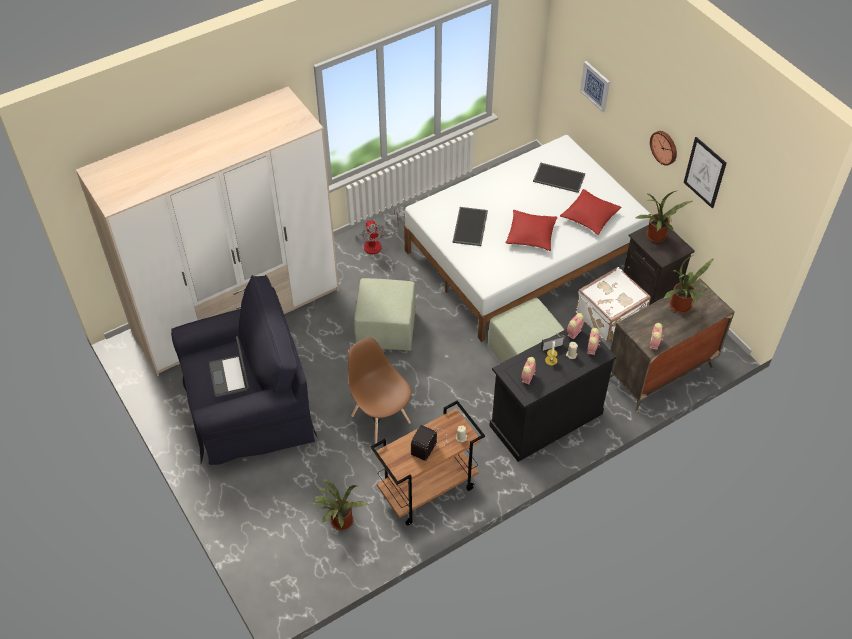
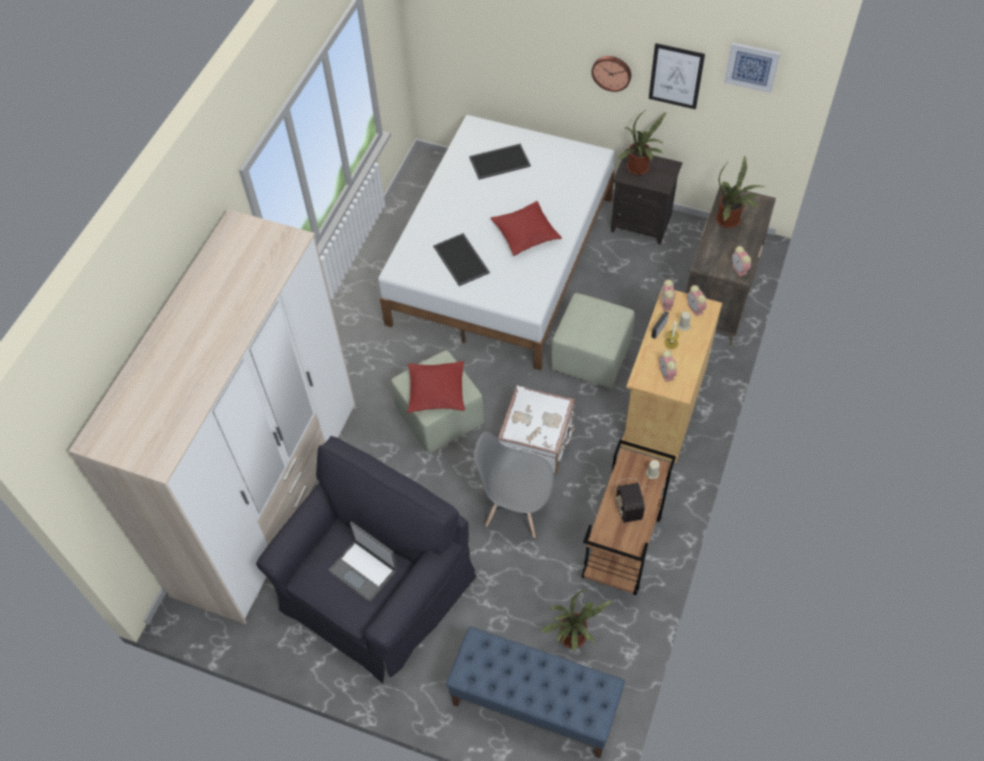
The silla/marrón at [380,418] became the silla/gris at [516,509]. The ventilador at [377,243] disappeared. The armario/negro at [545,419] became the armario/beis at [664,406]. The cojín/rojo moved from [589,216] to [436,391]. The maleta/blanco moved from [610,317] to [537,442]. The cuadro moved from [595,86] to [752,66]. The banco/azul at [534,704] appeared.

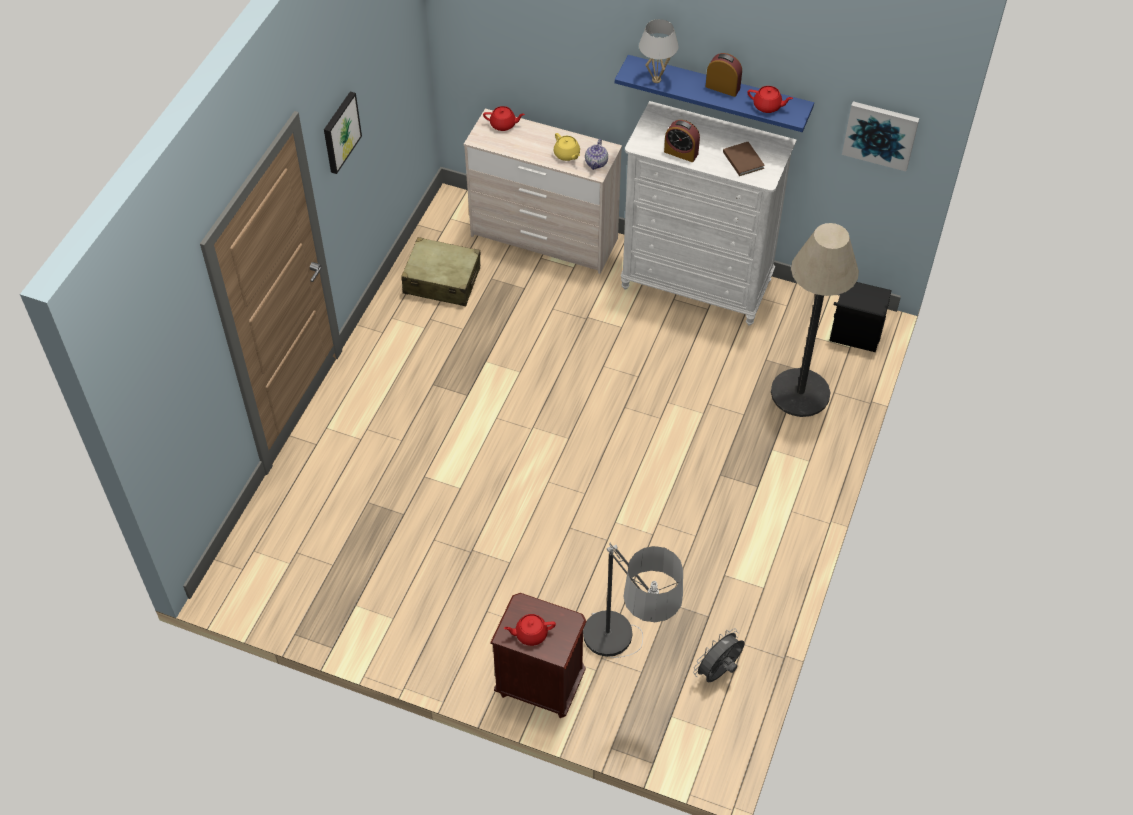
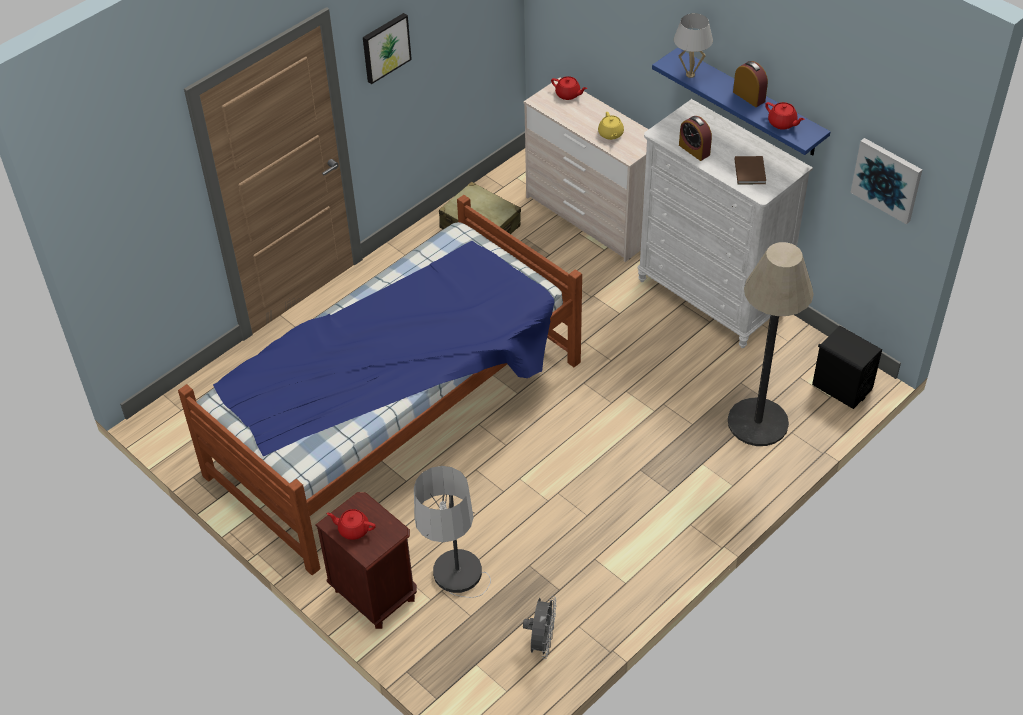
The tetera at [596,163] disappeared. The ventilador/gris at [718,672] turned 120 degrees clockwise. The cama at [398,419] appeared.

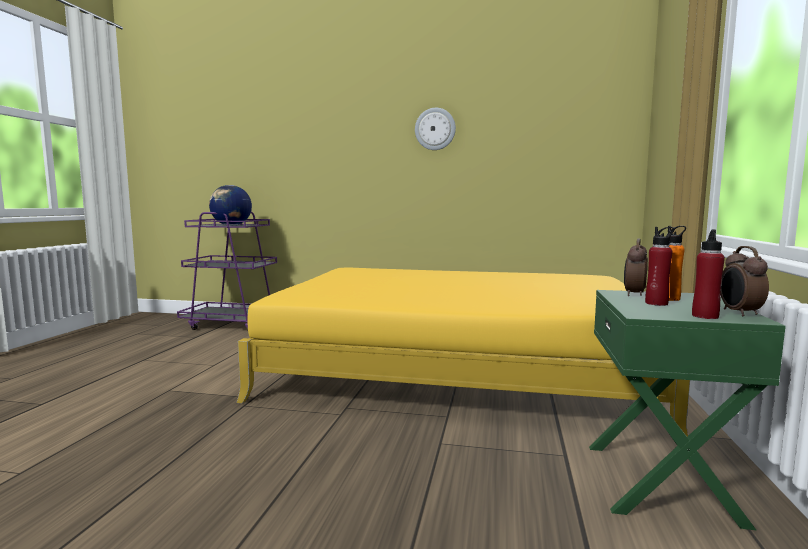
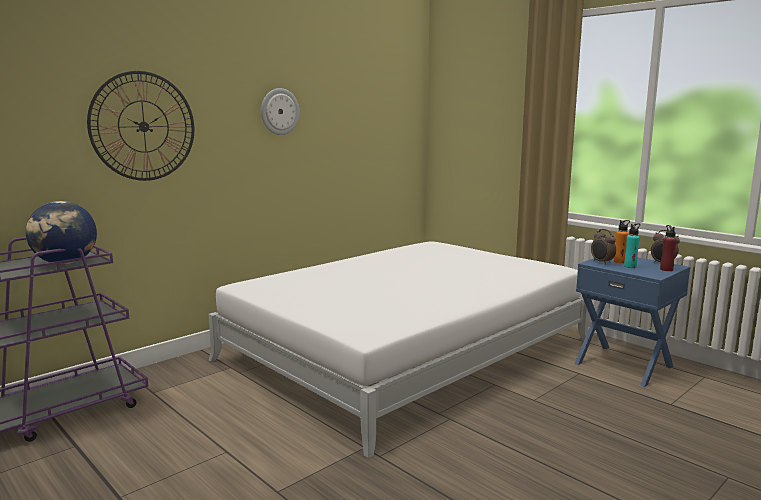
The cama/amarillo at [457,367] became the cama/blanco at [406,351]. The mesita de noche/verde at [663,482] became the mesita de noche/azul at [624,364]. The botella/rojo at [656,303] became the botella/turquesa at [630,266]. The reloj de pared at [143,126] appeared.

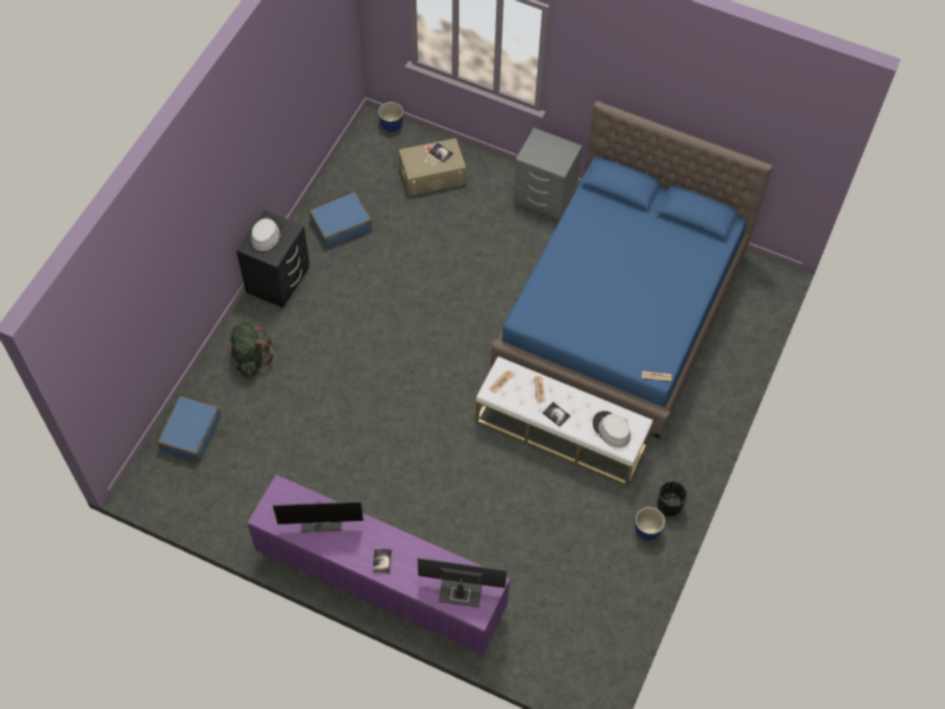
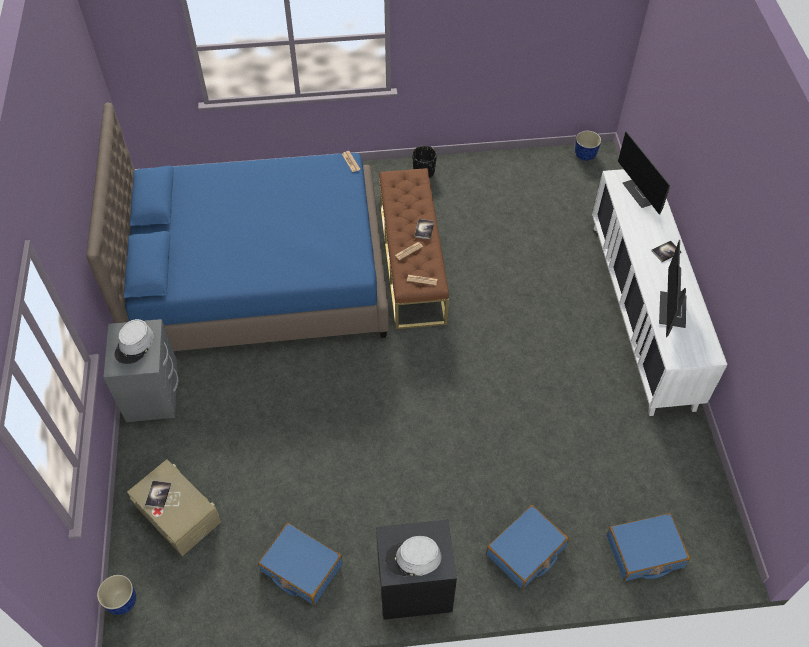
The mochila/verde at [250,359] was replaced by the maleta/azul at [526,551]. The armario/morado at [381,584] became the armario/blanco at [641,313]. The monitor at [322,519] turned 135 degrees counterclockwise. The banco/blanco at [561,432] became the banco/marrón at [411,262]. The sombrero/gris moved from [611,430] to [134,345]. The maceta moved from [647,531] to [585,155].

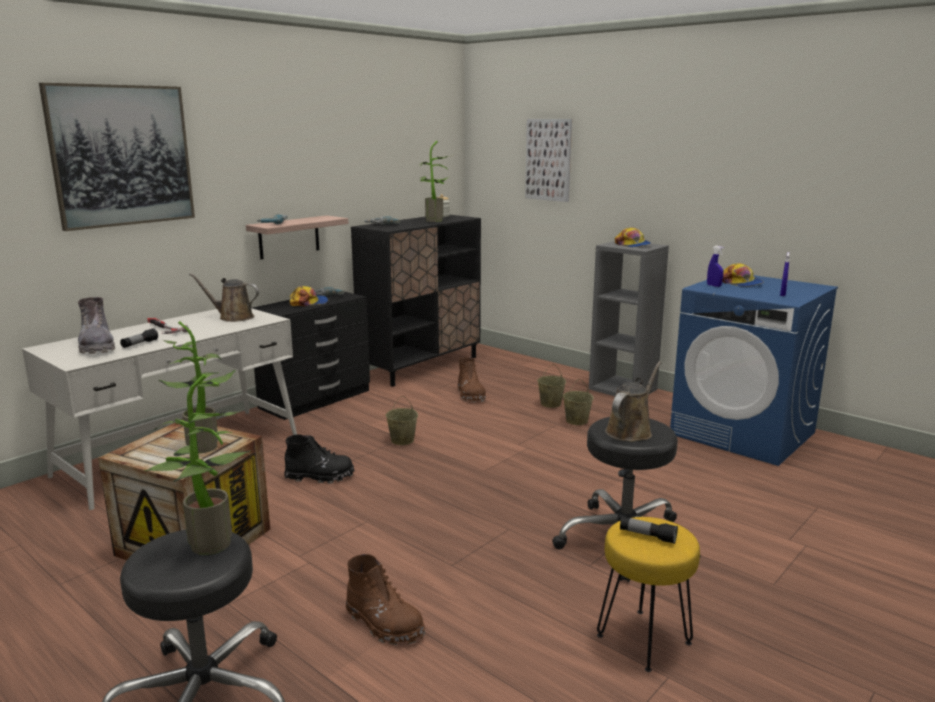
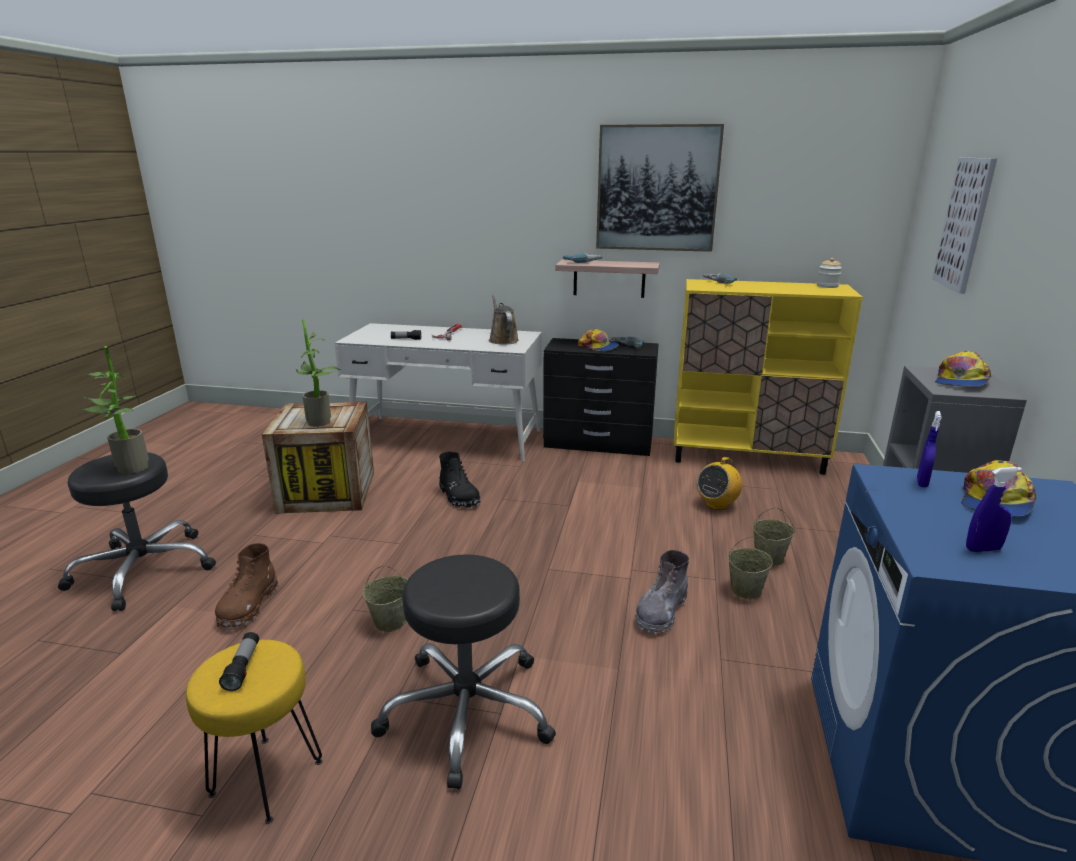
The cuadro moved from [122,156] to [657,189]. The bota/gris moved from [97,347] to [661,612]. The armario/negro at [421,366] became the armario/amarillo at [747,457]. The cubo/beis moved from [402,440] to [391,621]. The planta en maceta at [435,221] disappeared. The bota/marrón at [470,395] was replaced by the radio at [717,504]. The regadera/marrón at [630,431] disappeared.

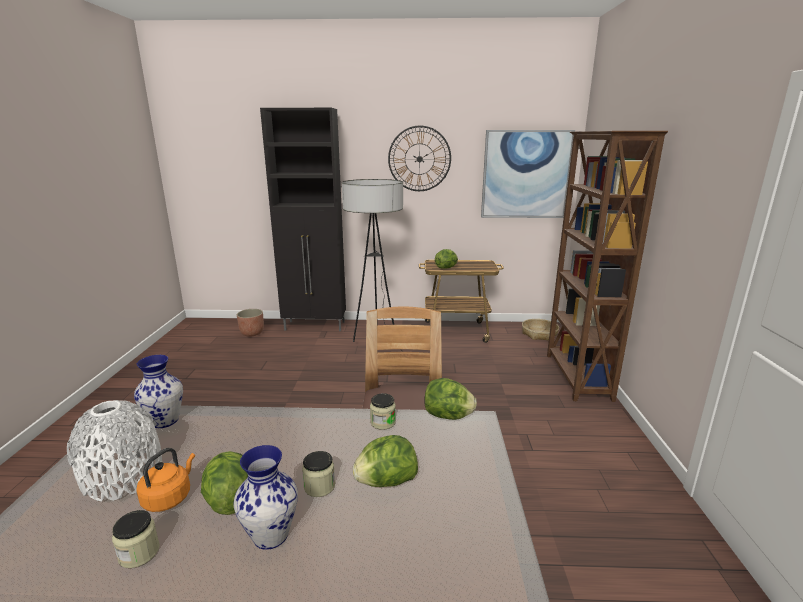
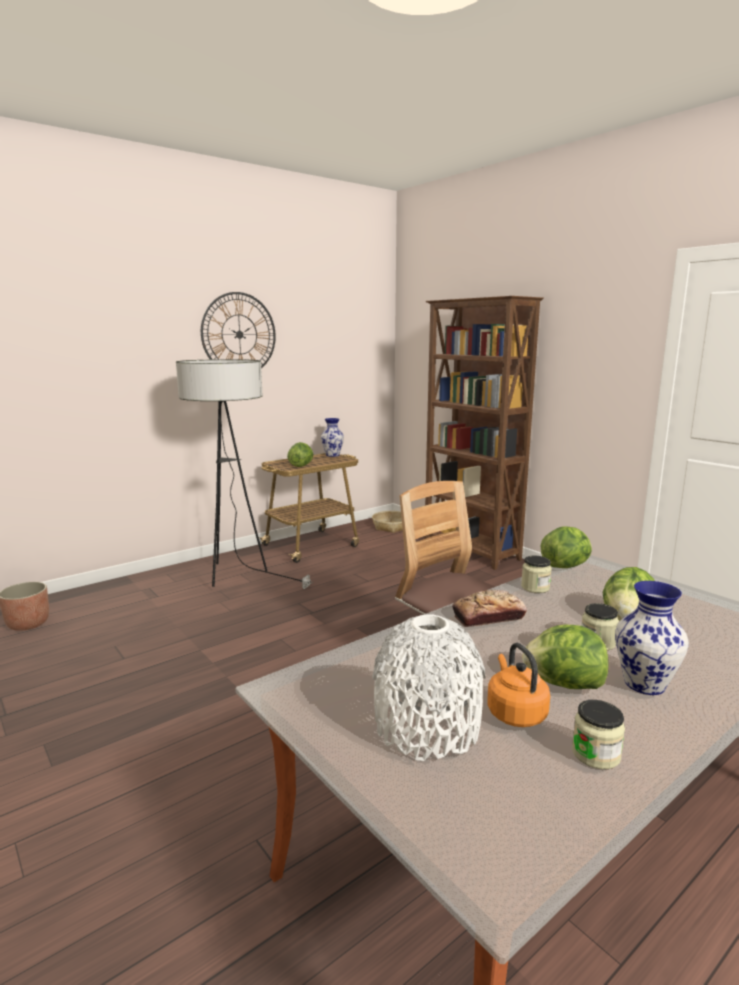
The florero moved from [165,421] to [333,455]. The armario/negro at [315,326] disappeared. The cuadro at [525,174] disappeared. The pan at [488,616] appeared.

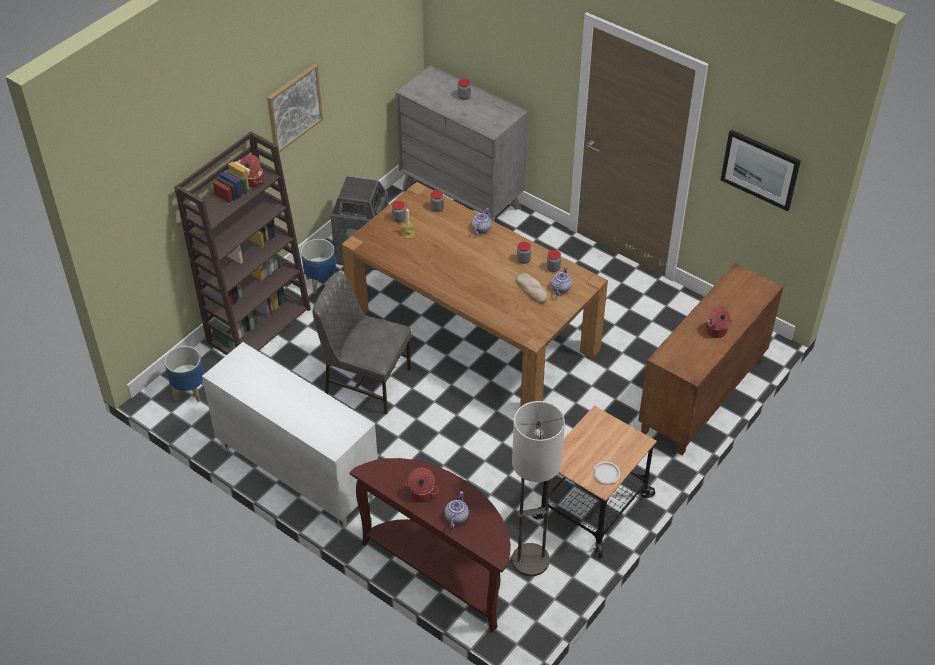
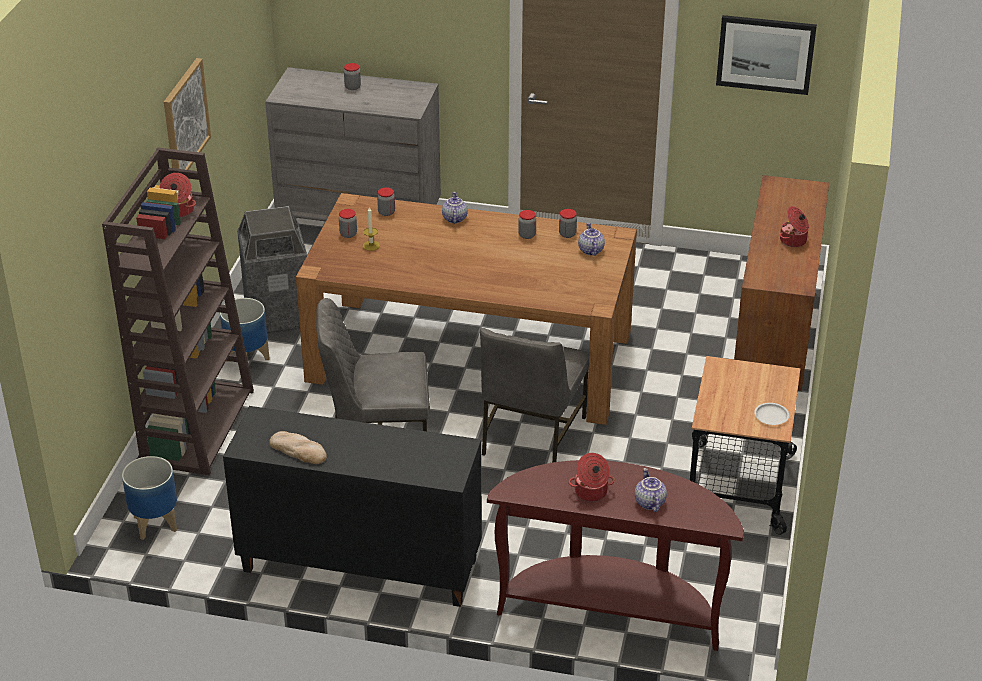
The armario/blanco at [296,472] became the armario/negro at [358,566]. The lámpara de pie at [530,560] disappeared. The pan moved from [532,289] to [298,450]. The silla/gris at [531,436] appeared.

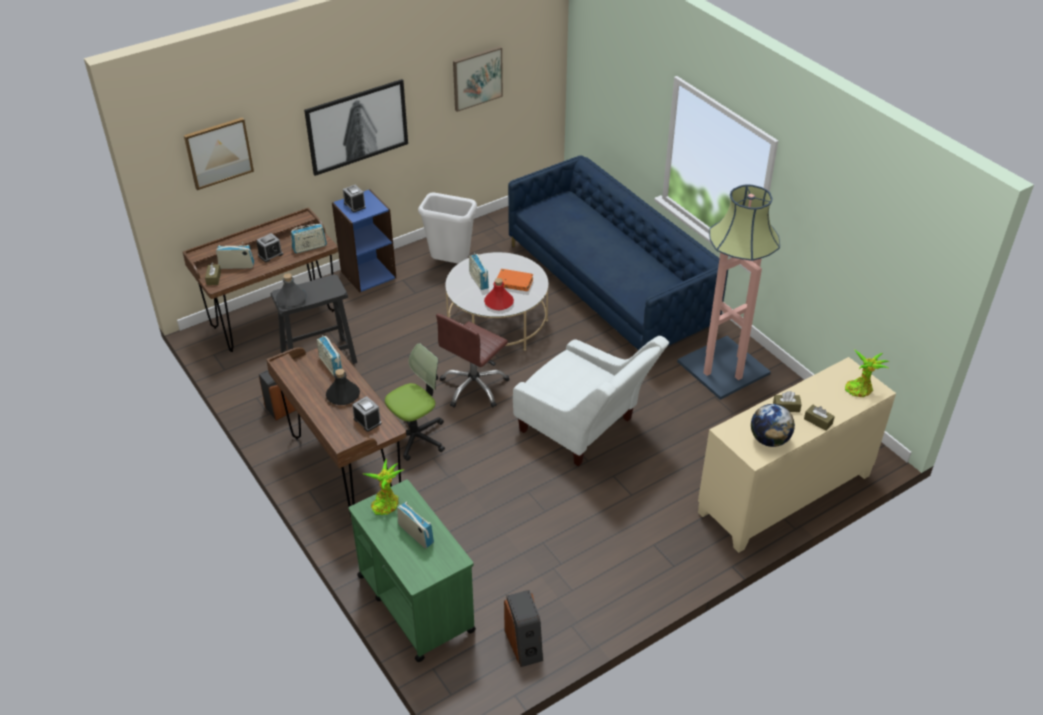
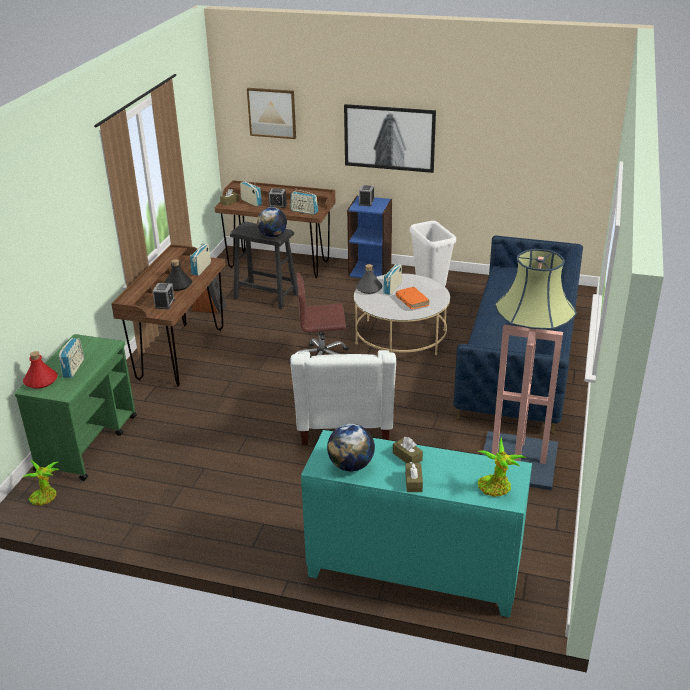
The botella/gris moved from [291,299] to [369,289]. The planta en maceta moved from [385,503] to [45,497]. The silla de oficina at [416,437] disappeared. The cuadro at [477,78] disappeared. The botella/rojo moved from [498,303] to [40,381]. The altavoz at [524,644] disappeared. The armario/beis at [785,494] became the armario/turquesa at [413,572]. The globo terráqueo at [272,236] appeared.

